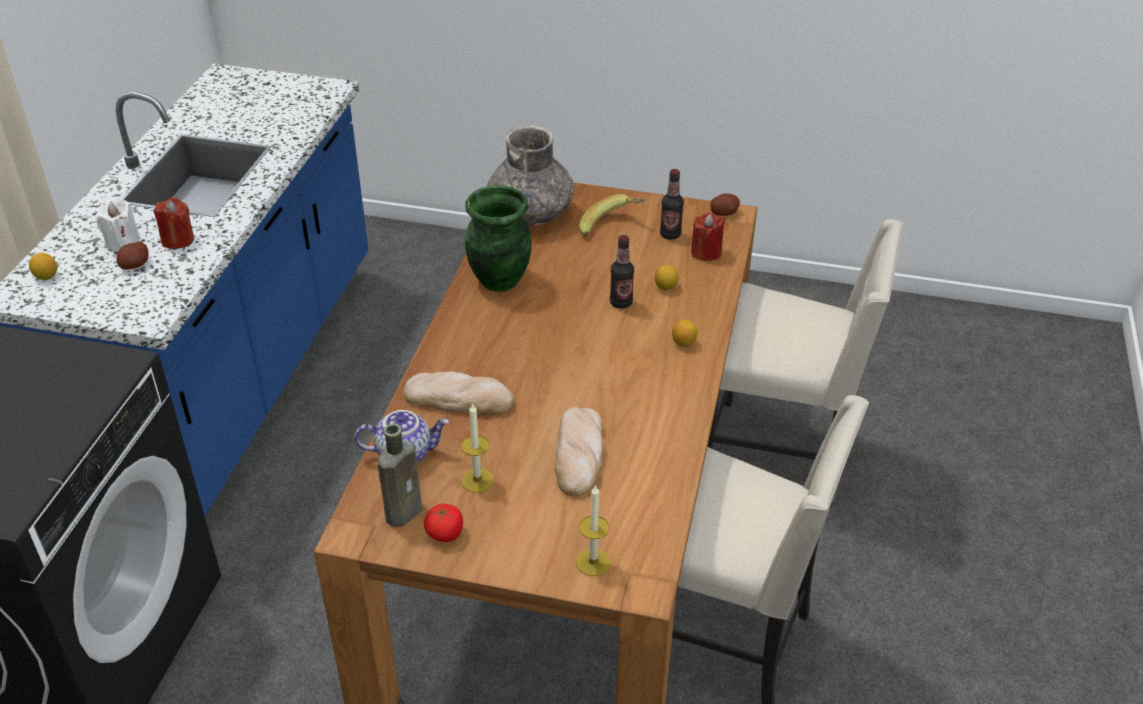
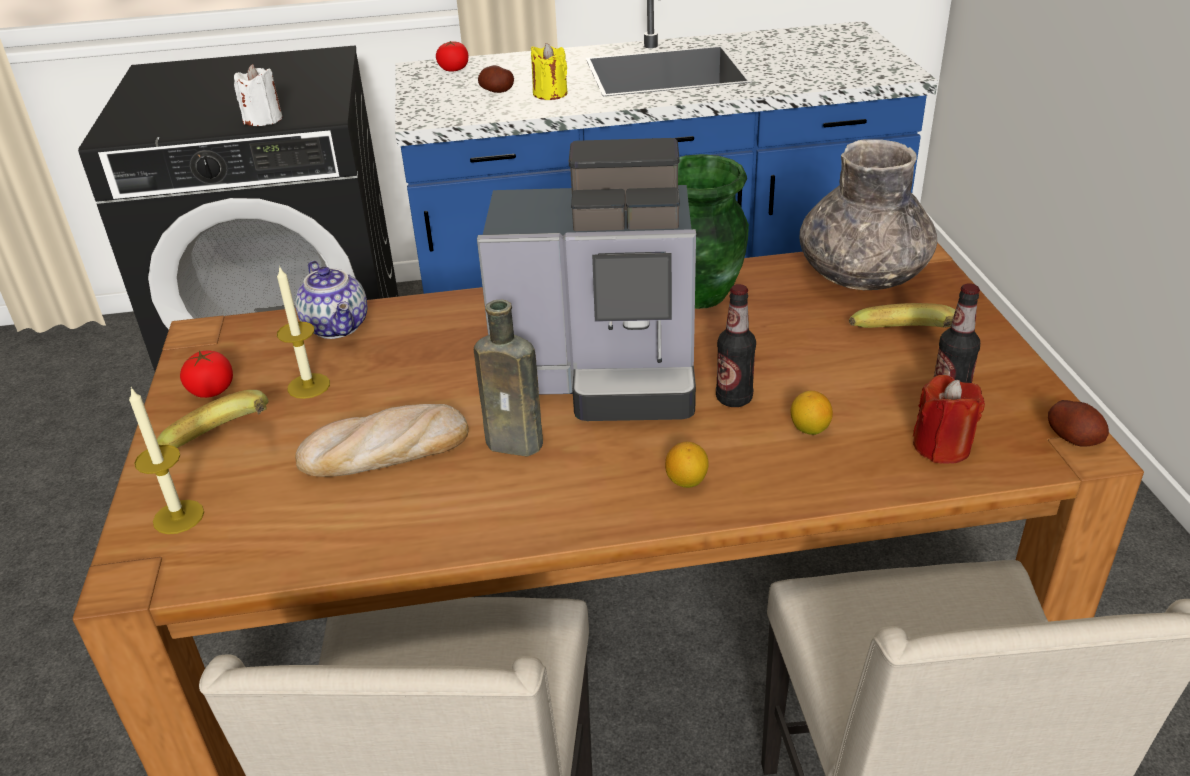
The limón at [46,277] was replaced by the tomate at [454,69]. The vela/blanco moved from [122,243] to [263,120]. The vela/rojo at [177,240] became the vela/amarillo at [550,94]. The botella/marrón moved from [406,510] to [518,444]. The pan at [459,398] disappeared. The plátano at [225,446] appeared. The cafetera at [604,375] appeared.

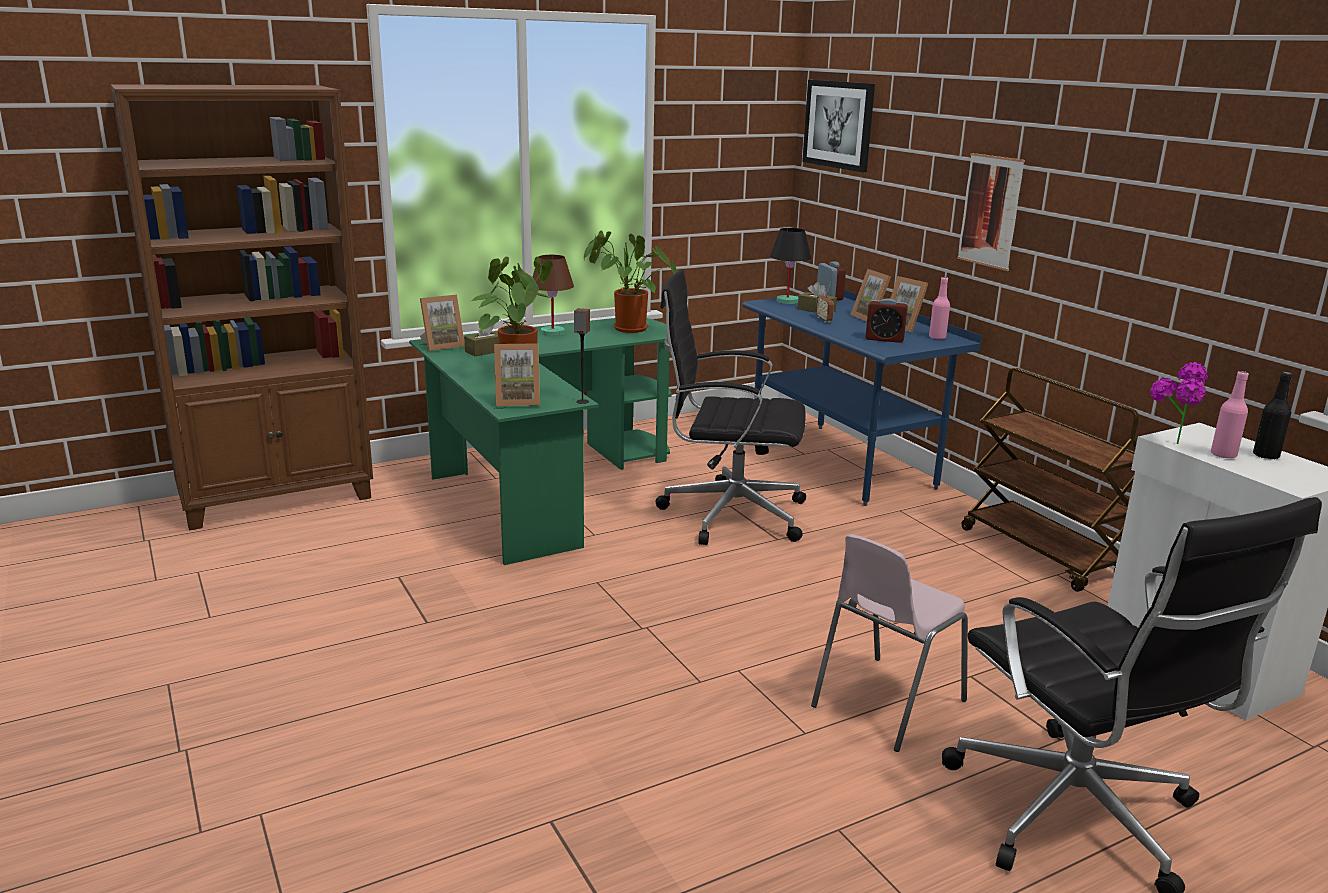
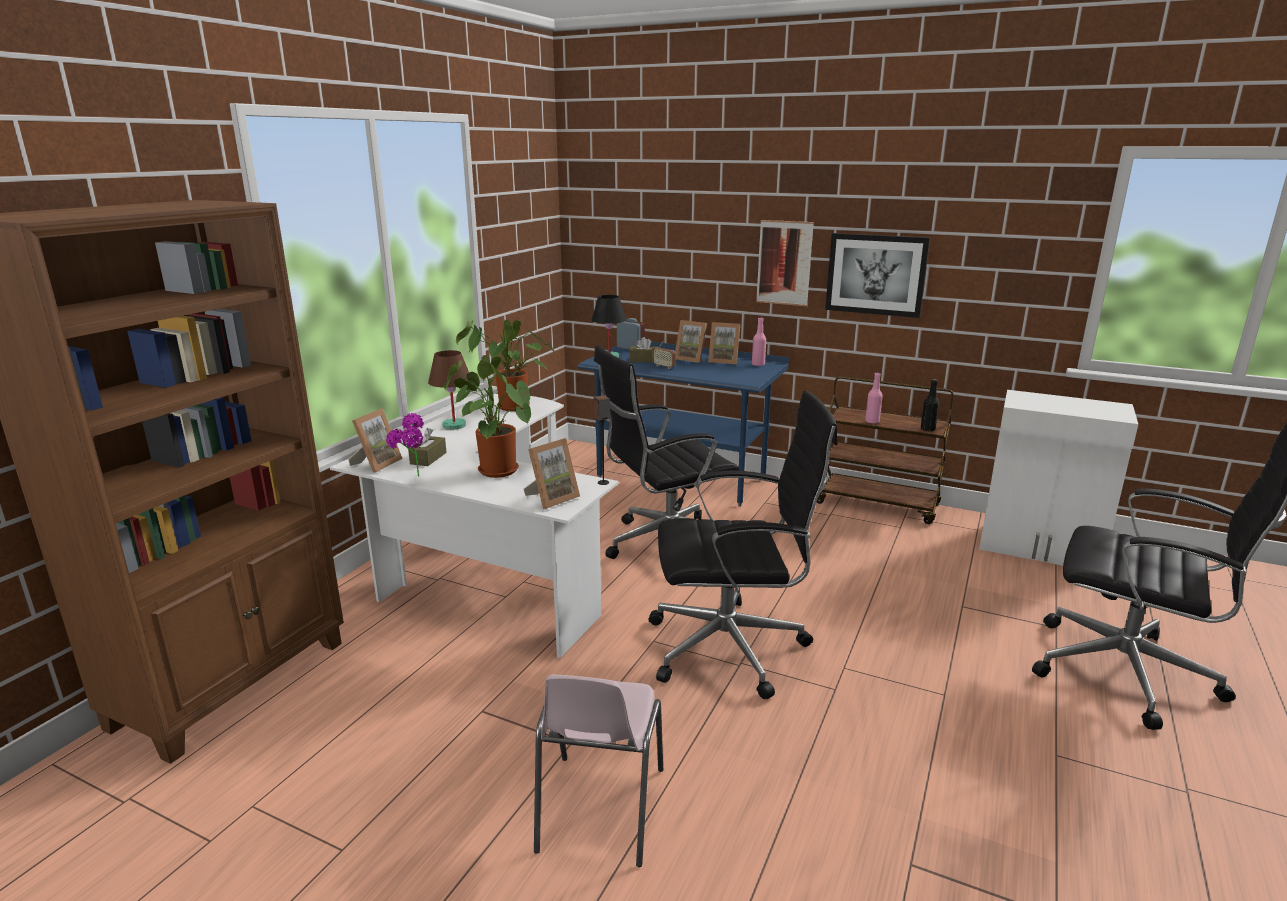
The escritorio/verde at [542,484] became the escritorio/blanco at [488,571]. The cuadro moved from [838,124] to [876,274]. The silla/rosa moved from [885,703] to [599,810]. The despertador at [884,339] disappeared. The planta en maceta moved from [1170,445] to [412,479]. The botella/rosa moved from [1223,455] to [872,421]. The botella/negro moved from [1266,455] to [927,429]. The silla de oficina/negro at [732,647] appeared.

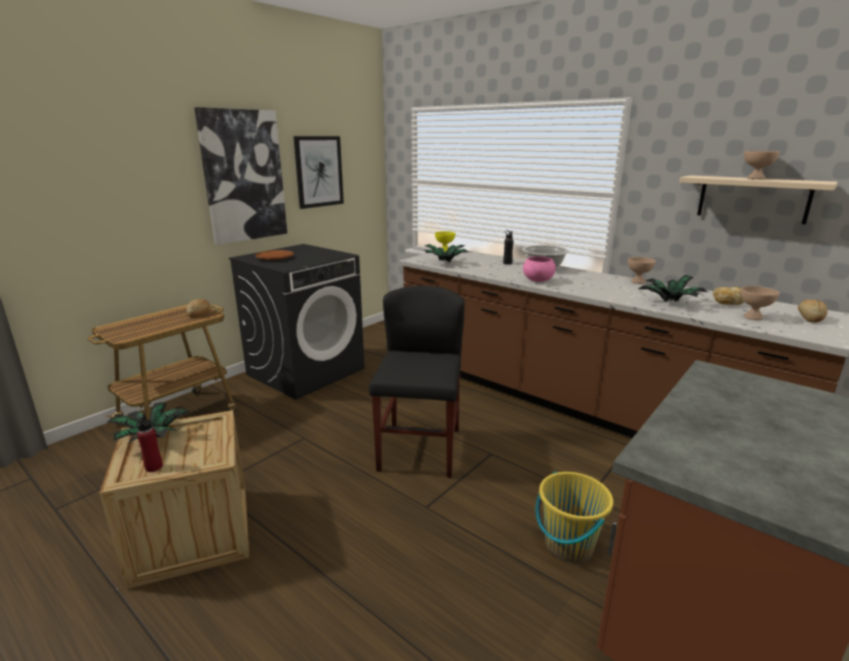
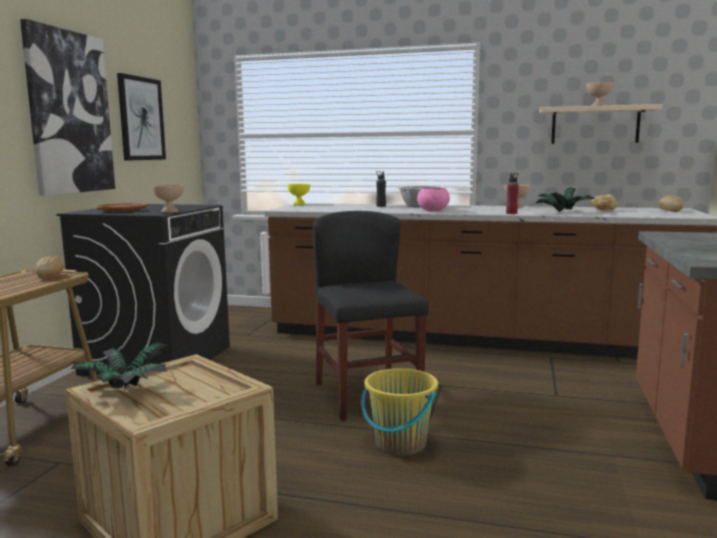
The botella/rojo moved from [154,467] to [511,213]. The planta en maceta at [444,263] disappeared. The cubo/amarillo moved from [568,545] to [400,444]. The cuenco/beis moved from [753,317] to [170,211].

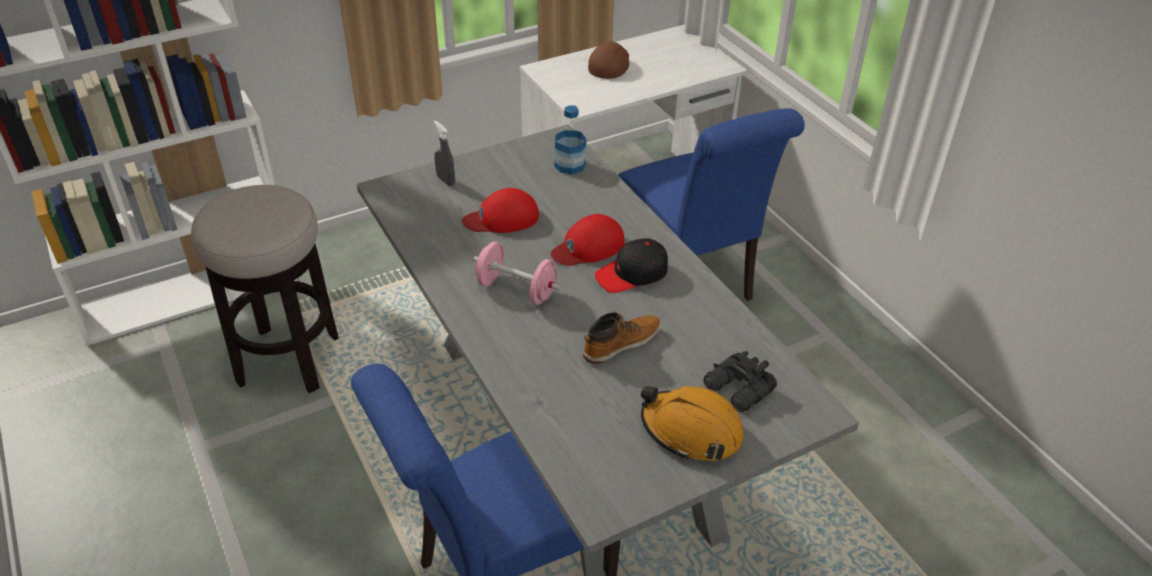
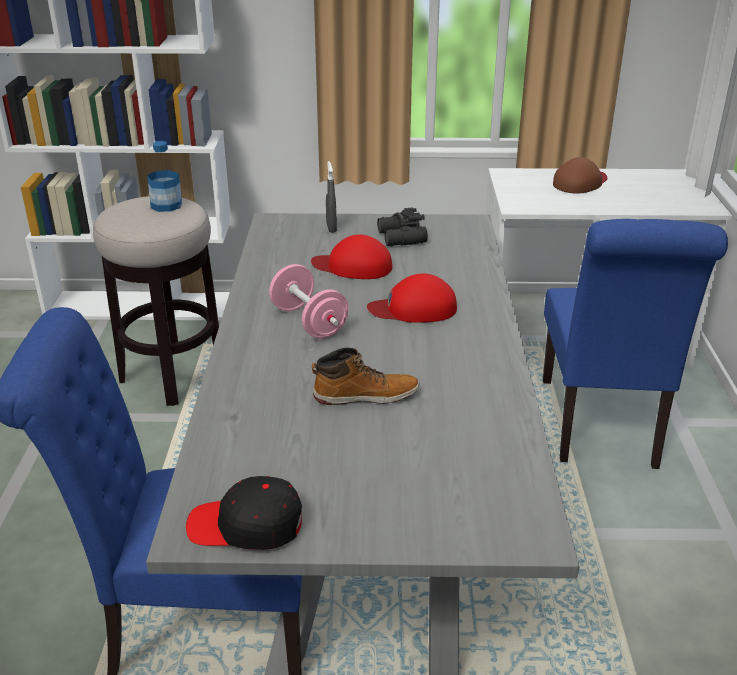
The botella moved from [569,165] to [166,205]. The gorra/negro moved from [632,274] to [246,526]. The casco/naranja at [691,431] disappeared. The prismáticos/negro moved from [738,390] to [400,238].

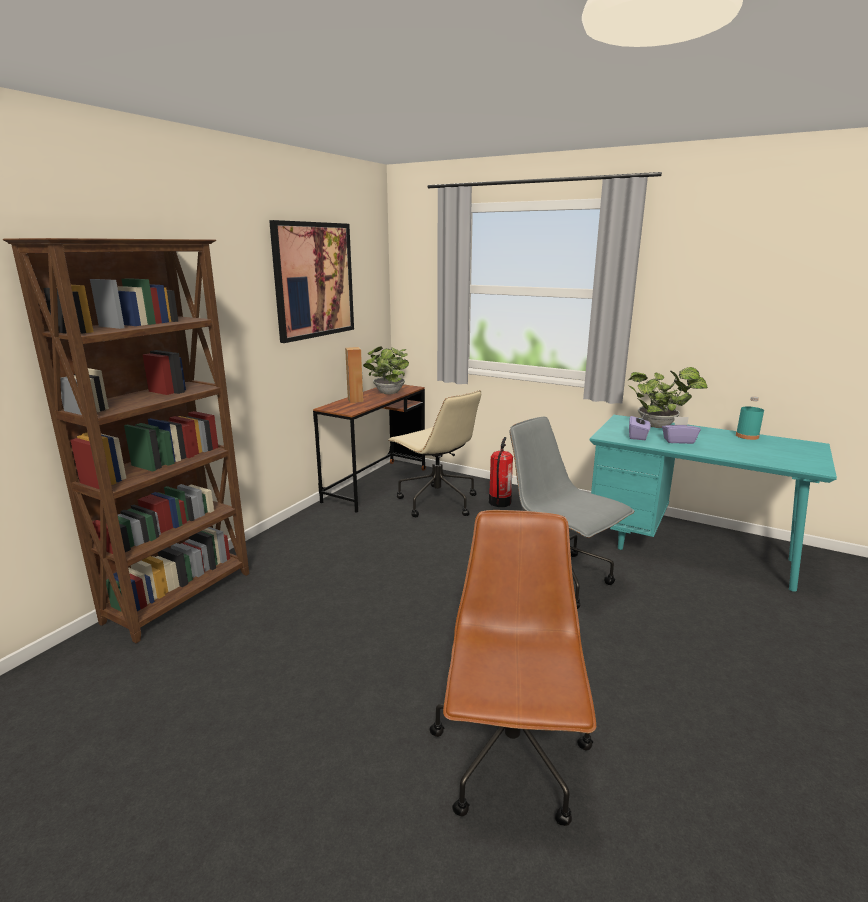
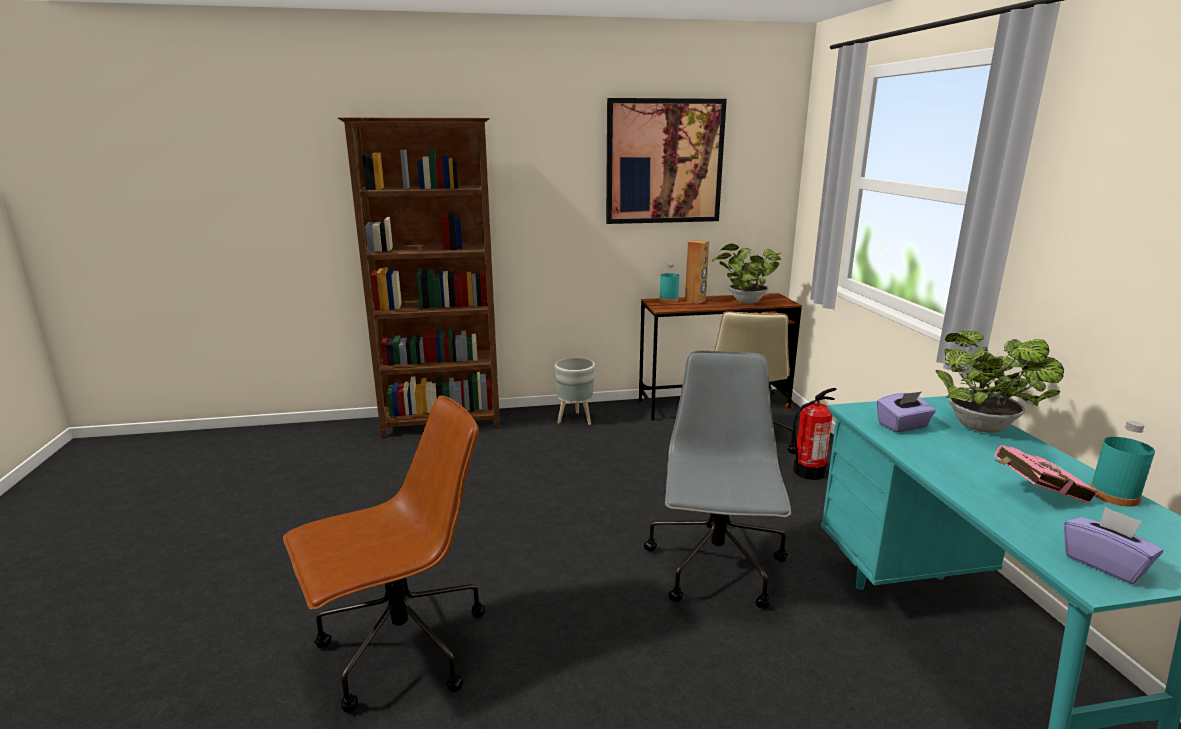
The caja de pañuelos/morado moved from [678,441] to [1104,564]. The maceta/gris at [575,420] appeared. The botella/turquesa at [668,300] appeared. The libro/rosa at [1034,492] appeared.

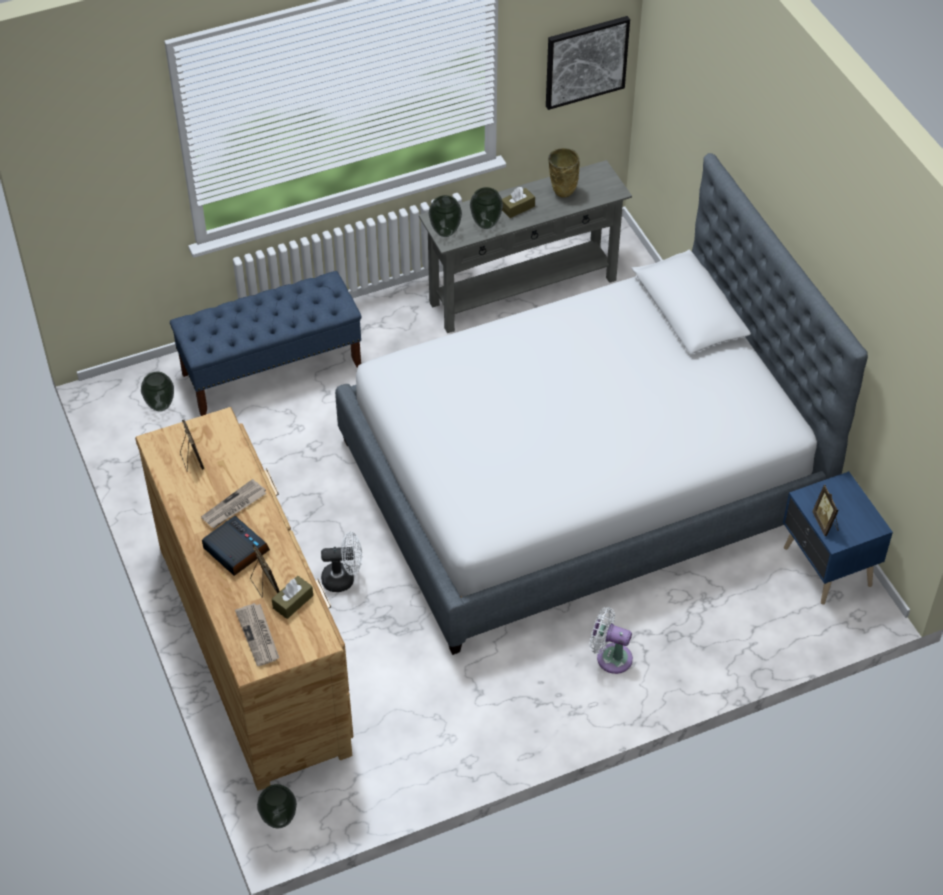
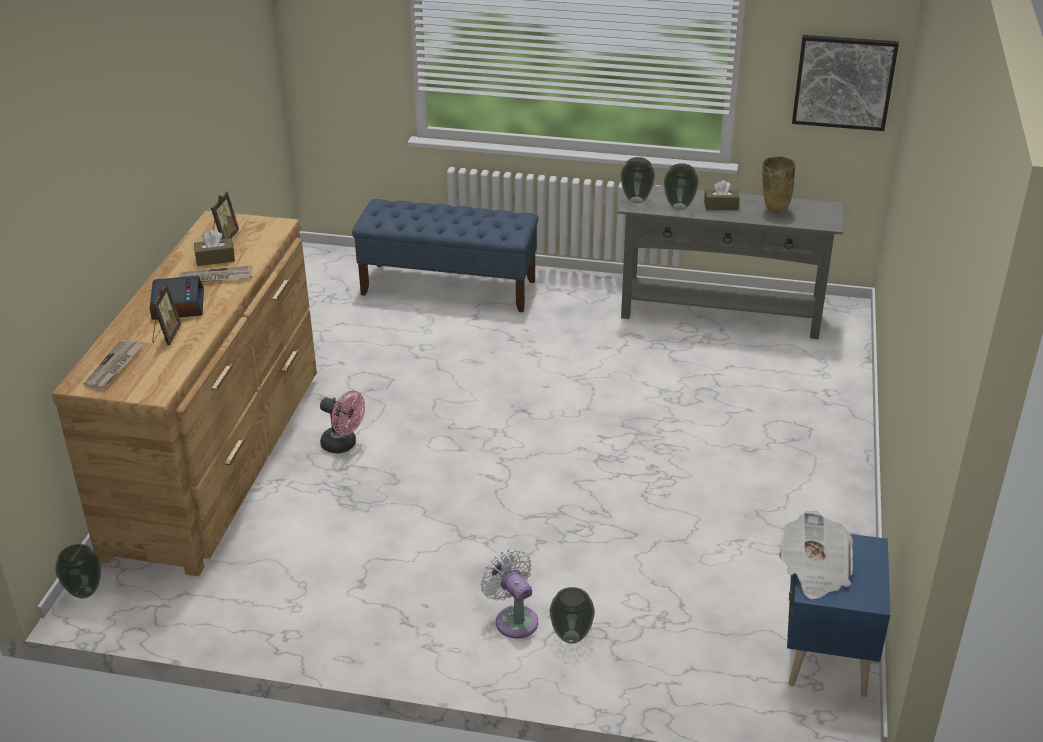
The florero moved from [160,406] to [571,636]. The caja de pañuelos/marrón moved from [293,602] to [215,259]. The ventilador/blanco at [343,579] became the ventilador/rosa at [343,445]. The cama at [581,480] disappeared. The portarretratos at [825,523] was replaced by the periódico at [814,571].

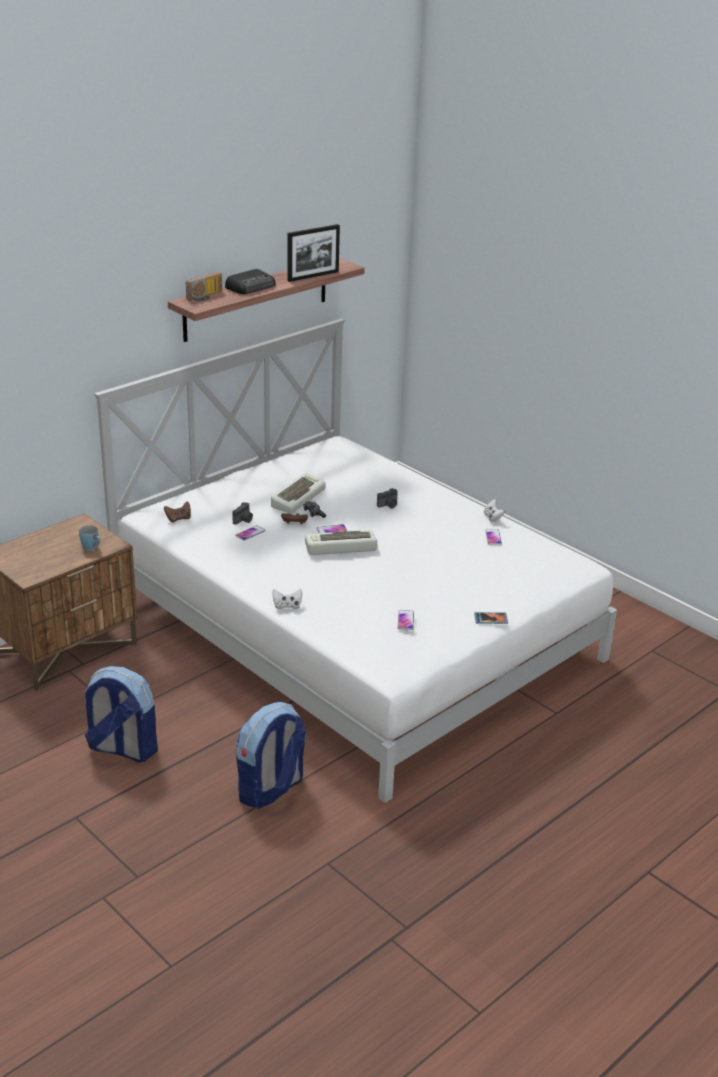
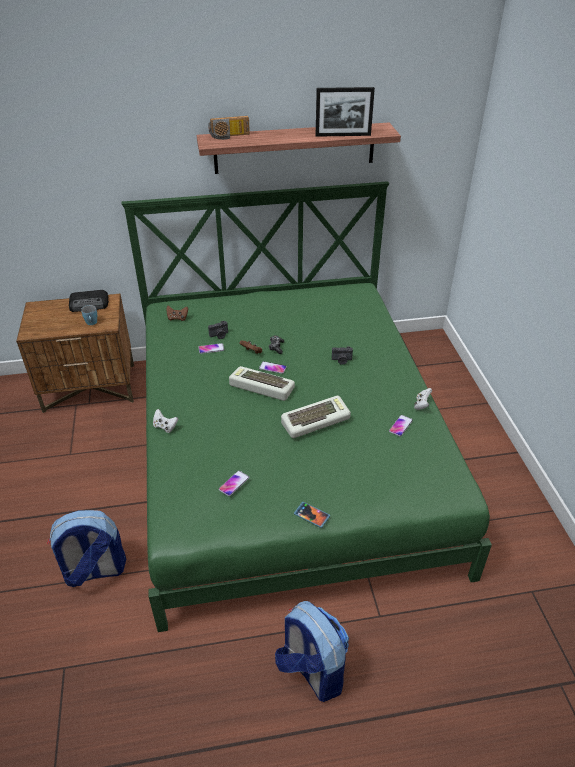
The mochila moved from [122,749] to [311,670]. The cama/blanco at [354,630] became the cama/verde at [286,453]. The radio moved from [251,287] to [90,304]. The teclado moved from [297,497] to [315,420].

